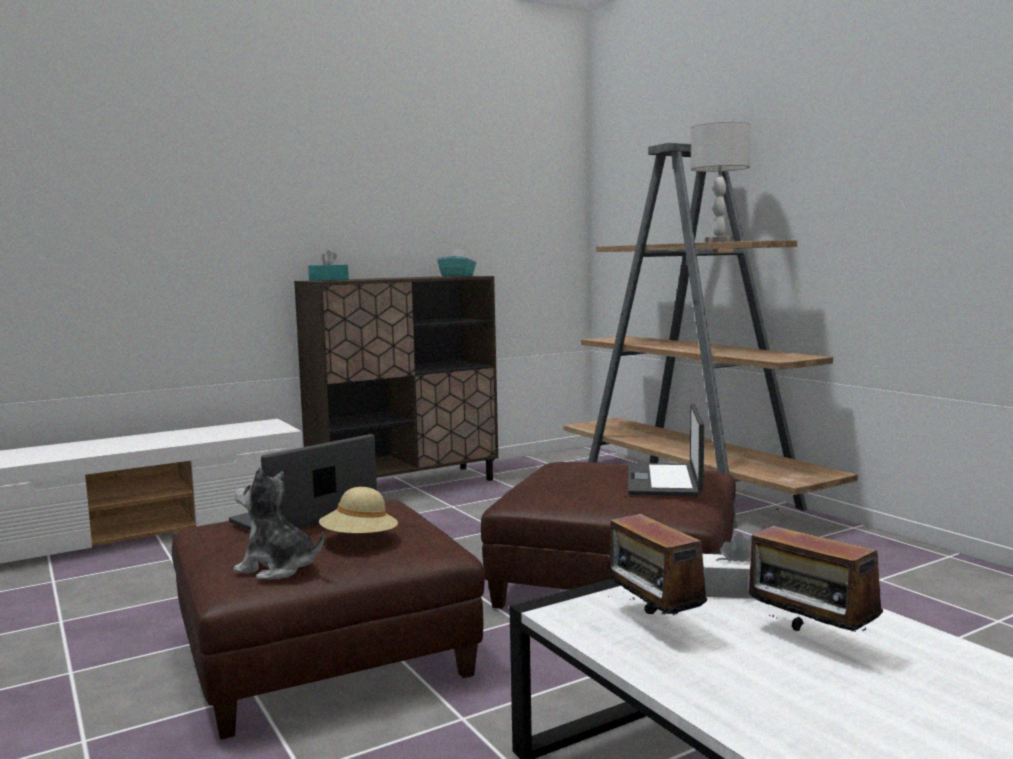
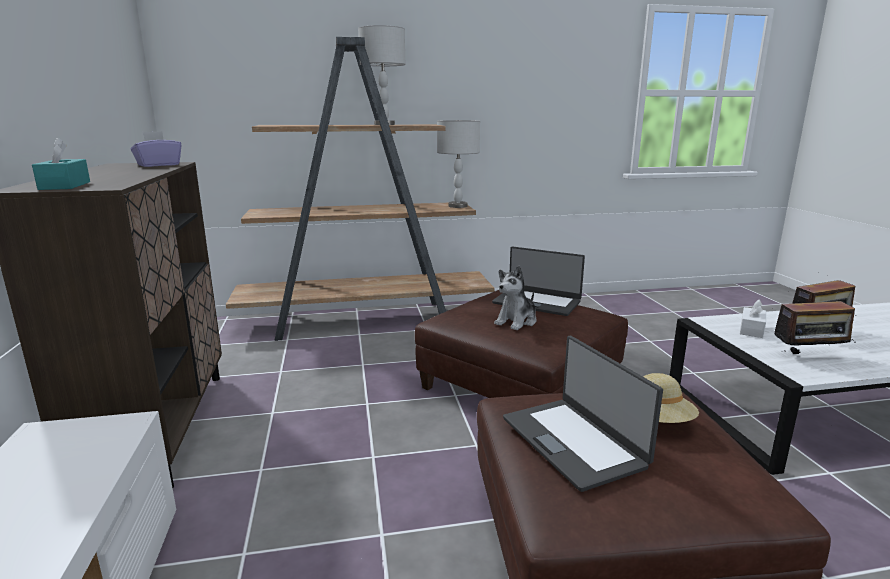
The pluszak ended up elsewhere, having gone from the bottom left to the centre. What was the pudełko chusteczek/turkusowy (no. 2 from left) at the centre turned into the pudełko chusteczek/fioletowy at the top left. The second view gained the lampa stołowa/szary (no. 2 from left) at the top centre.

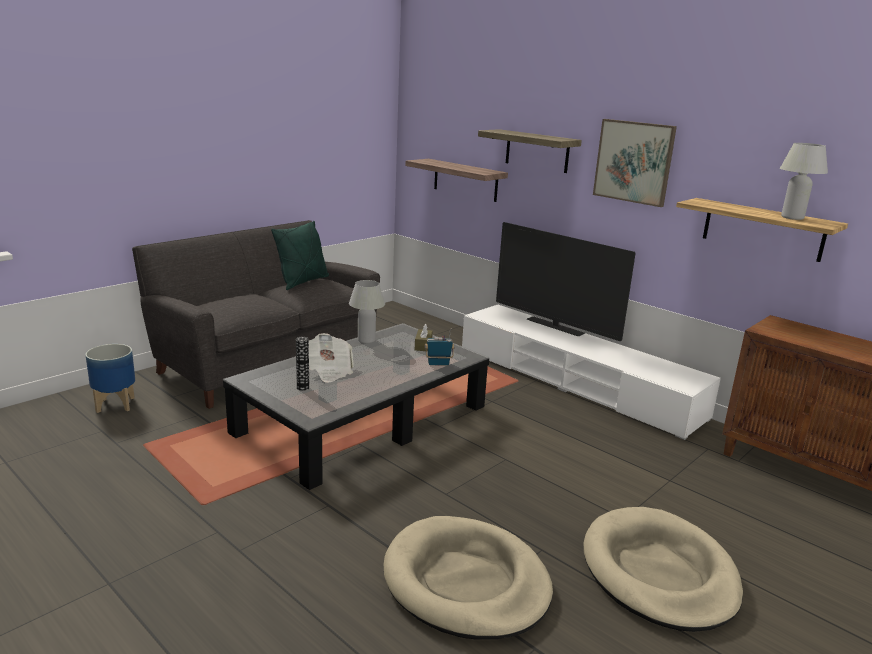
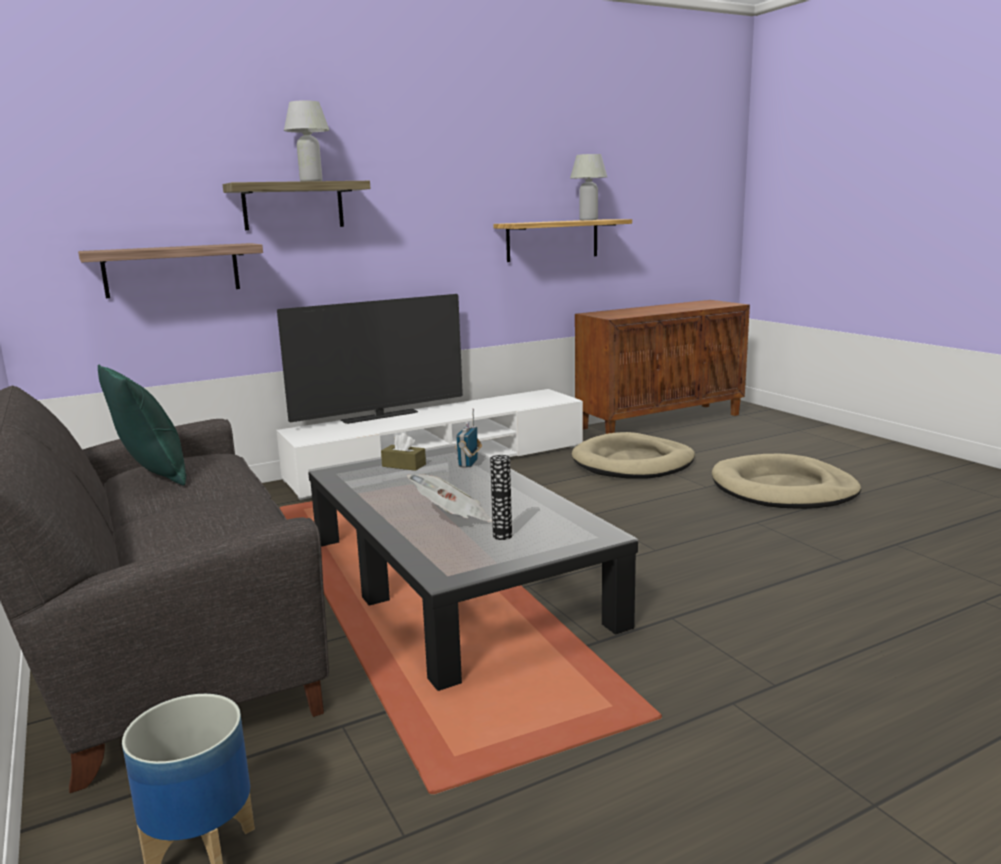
The lampa stołowa/biały (no. 1 from left) ended up elsewhere, having gone from the centre to the top left. The legowisko/beżowy (no. 1 from left) ended up elsewhere, having gone from the bottom centre to the centre. The second view lost the obraz at the top right.

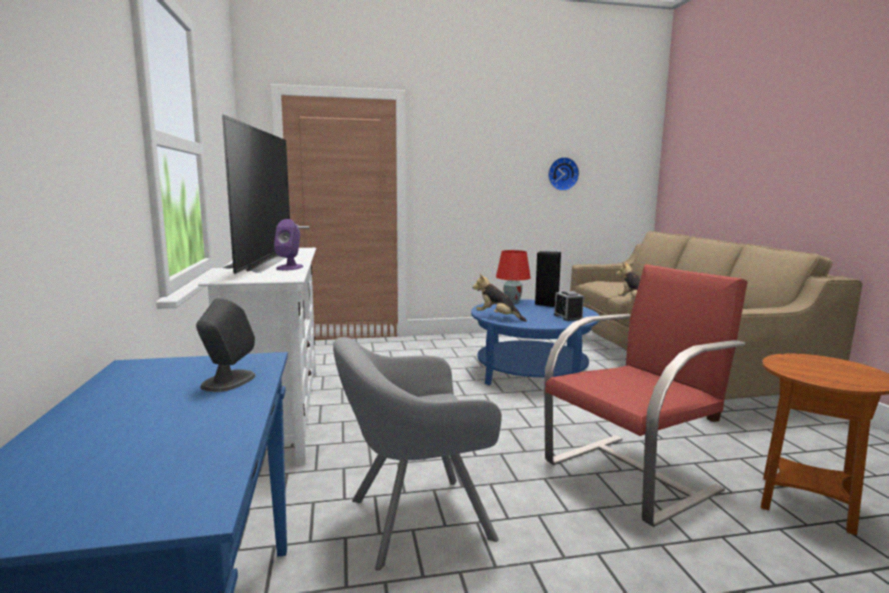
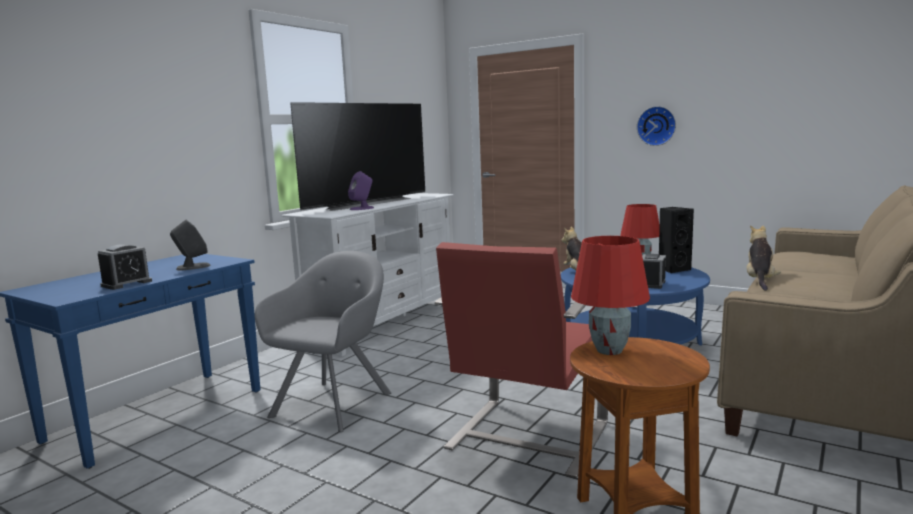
The fotel/szary at the bottom centre ended up facing another way, 90 degrees clockwise from before. The fotel/czerwony at the middle right ended up facing another way, 105 degrees clockwise from before. The zegar ścienny ended up elsewhere, having gone from the top centre to the top right. The second view gained the budzik (no. 1 from left) at the middle left. The second view gained the lampa stołowa/czerwony (no. 1 from left) at the middle right.

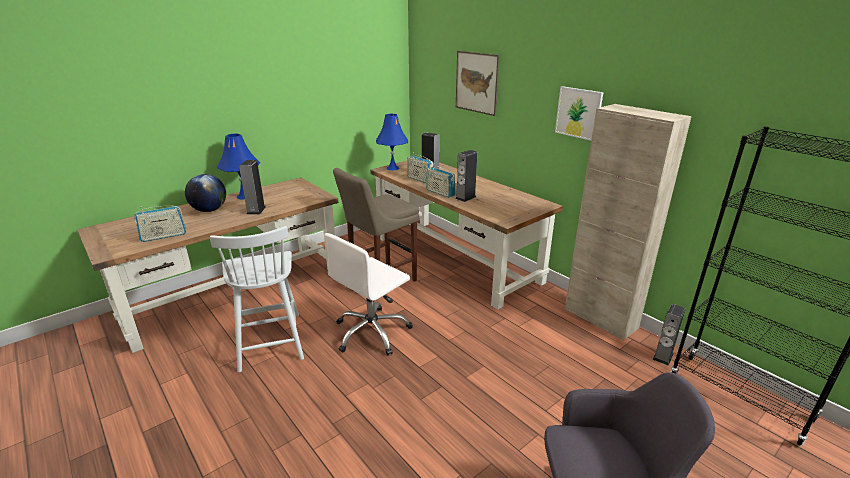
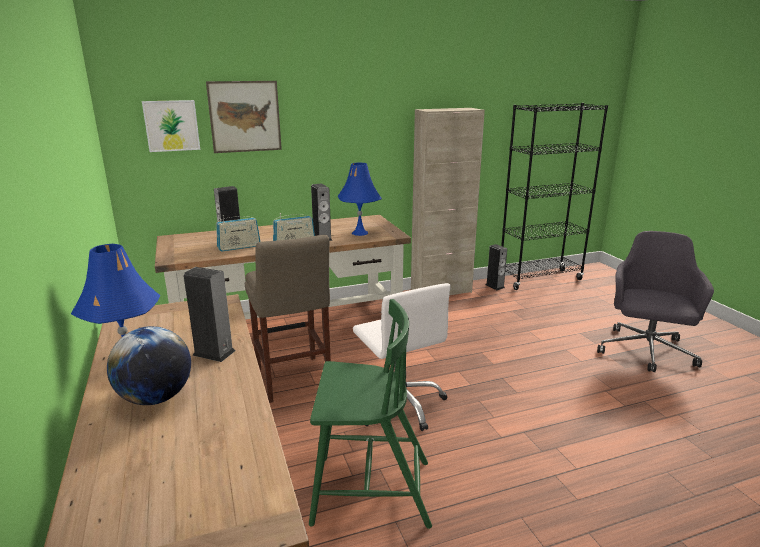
The second view lost the radio (no. 1 from left) at the middle left. What was the krzesło/biały at the middle left turned into the krzesło/zielony at the bottom centre. The lampa stołowa/niebieski (no. 2 from left) ended up elsewhere, having gone from the top centre to the centre. The obraz (no. 2 from left in the first image) ended up elsewhere, having gone from the top right to the top left.

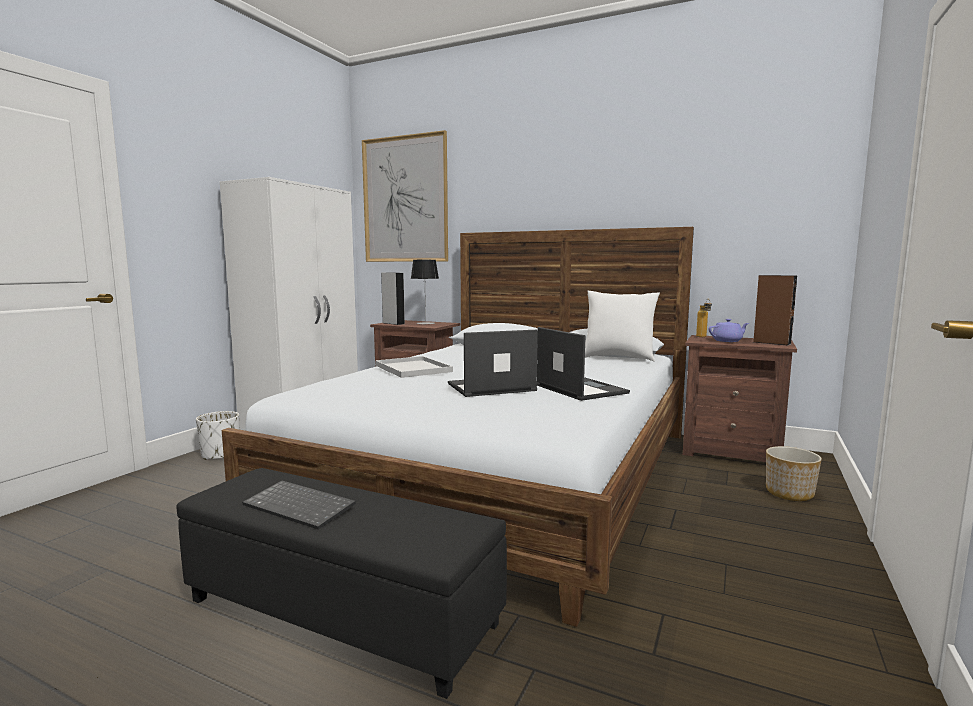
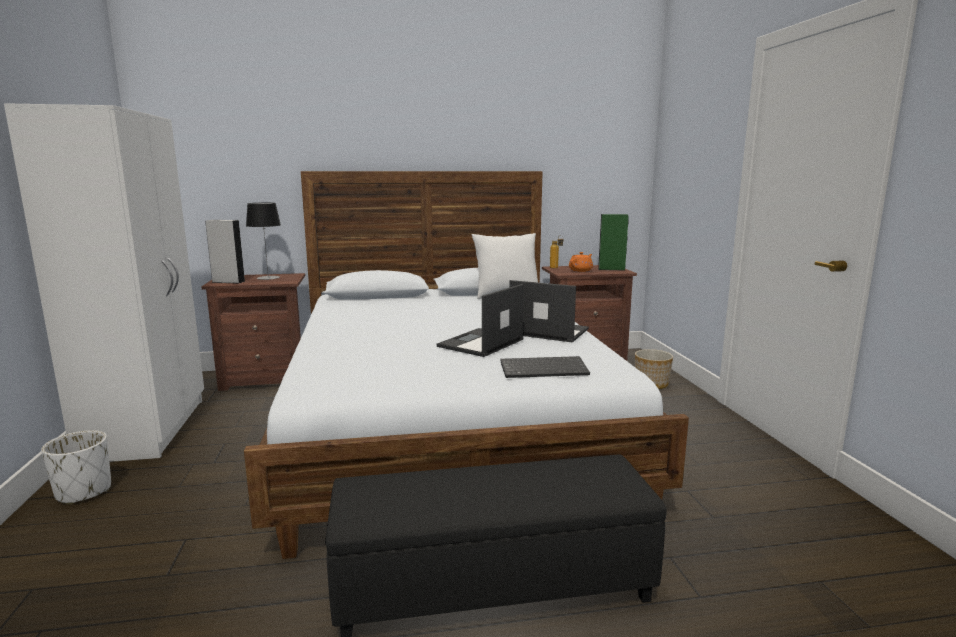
The klawiatura ended up elsewhere, having gone from the bottom left to the centre. The second view lost the obraz at the top centre. The second view lost the taca/biały at the centre. What was the imbryk/fioletowy at the middle right turned into the imbryk/pomarańczowy at the centre. What was the głośnik/brązowy at the middle right turned into the głośnik/zielony at the centre.

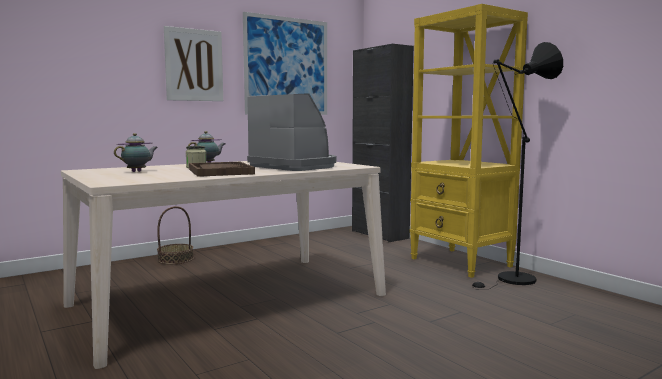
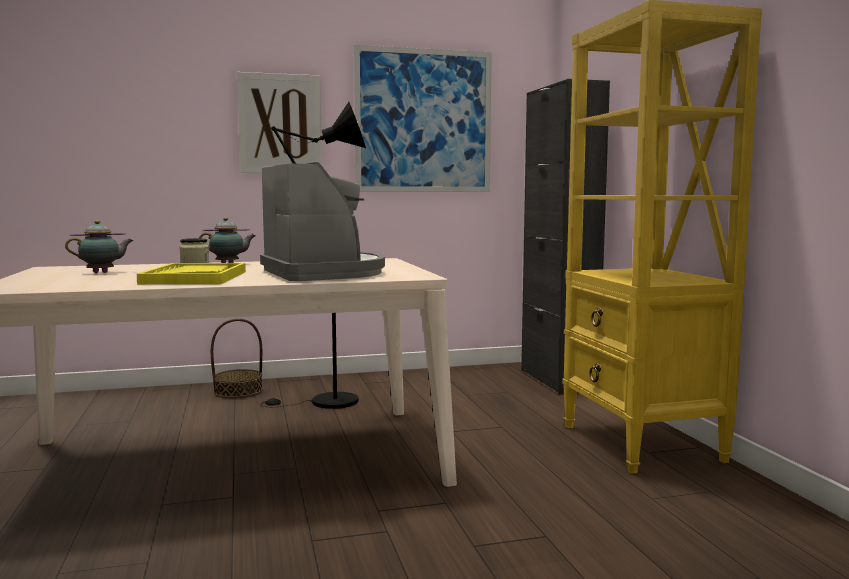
What was the taca/brązowy at the centre turned into the taca/żółty at the middle left. The lampa stojąca/czarny ended up elsewhere, having gone from the middle right to the centre.

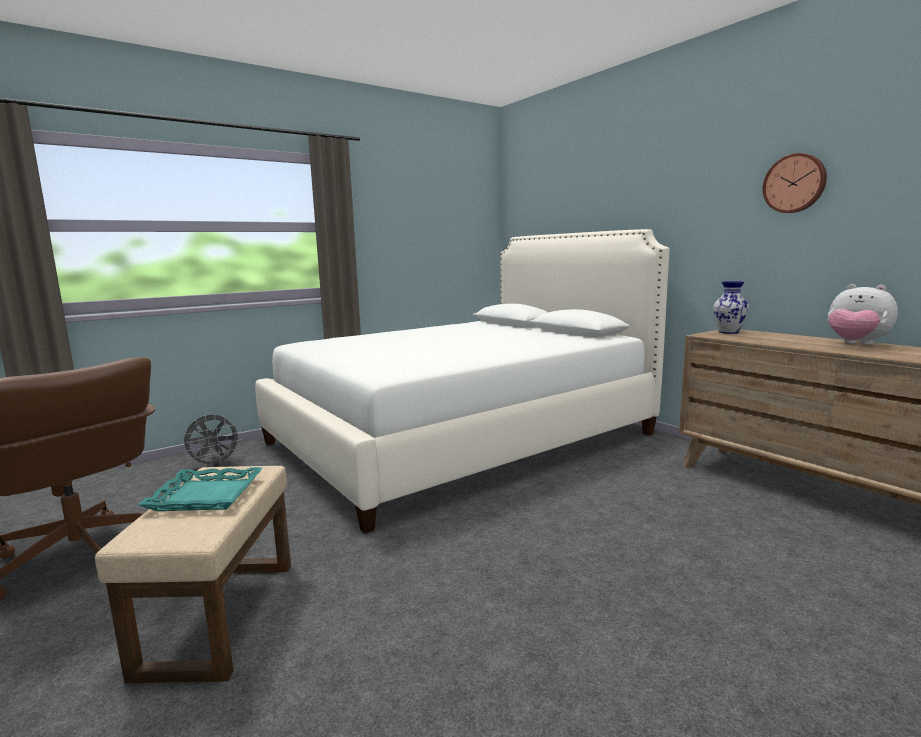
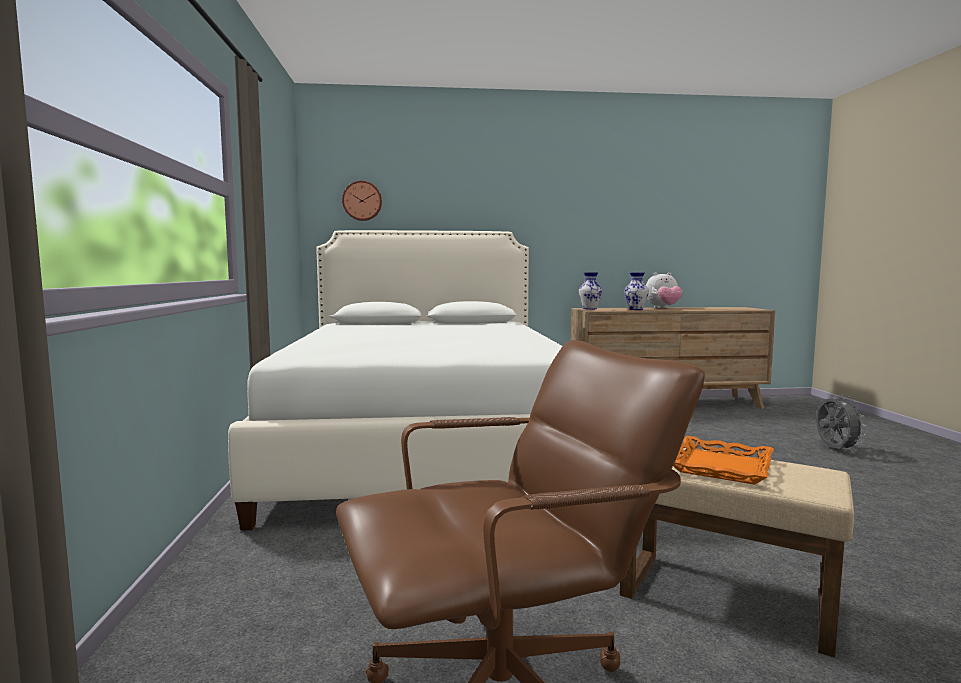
What was the taca/turkusowy at the middle left turned into the taca/pomarańczowy at the bottom right. The wentylator/szary ended up elsewhere, having gone from the middle left to the middle right. The zegar ścienny ended up elsewhere, having gone from the top right to the top centre. The second view gained the wazon (no. 2 from left) at the centre.

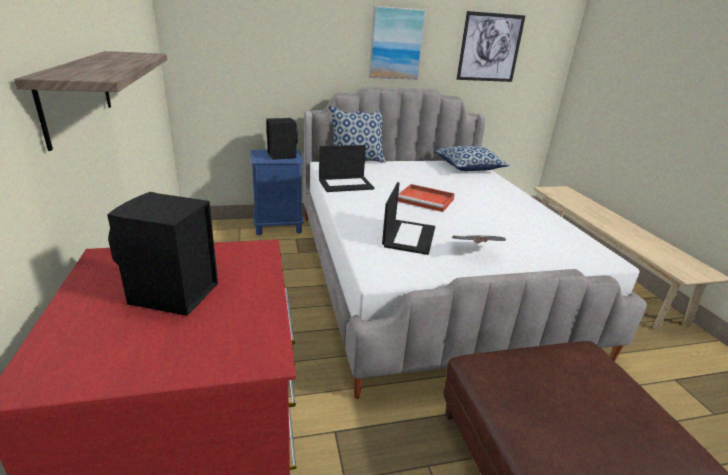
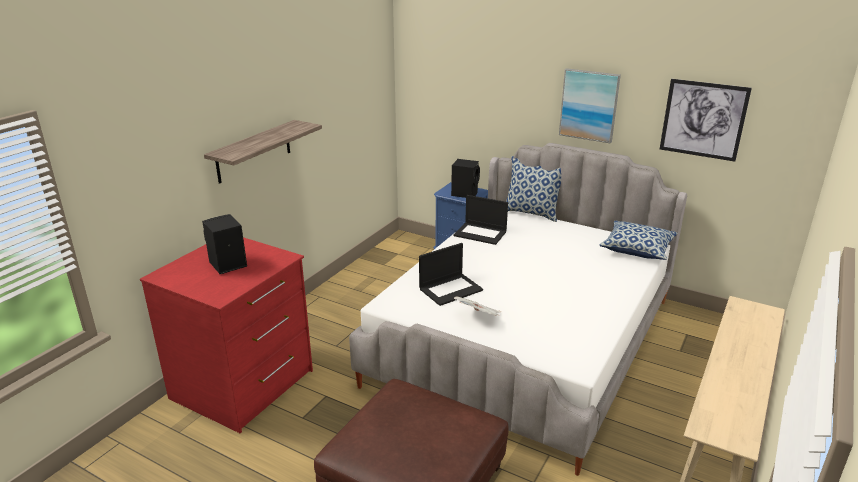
The second view lost the taca/czerwony at the centre.

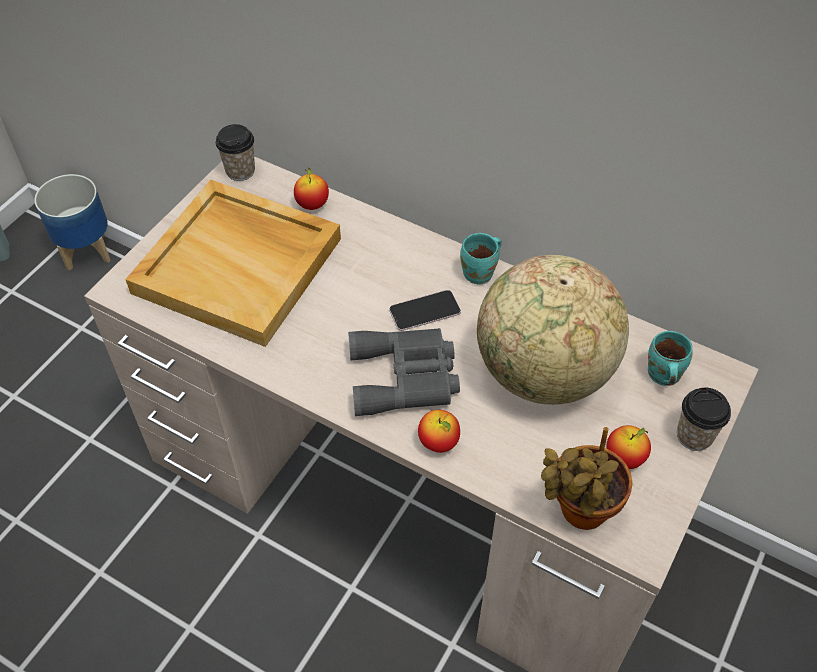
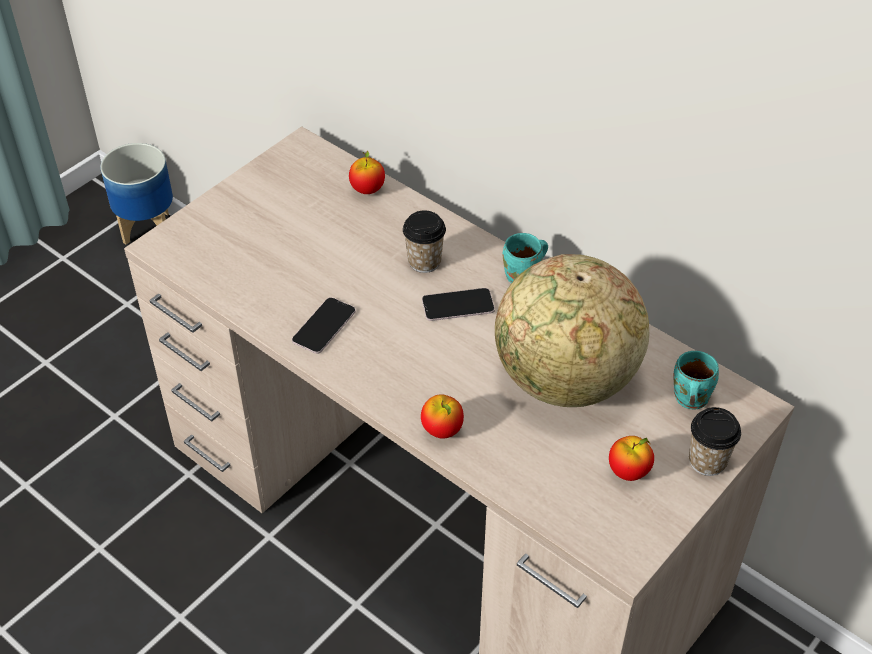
The second view lost the taca/beżowy at the middle left. The filiżanka (no. 1 from left) ended up elsewhere, having gone from the top left to the centre. The second view lost the lornetka/szary at the centre. The second view lost the roślina doniczkowa at the bottom right. The second view gained the telefon (no. 1 from left) at the centre.

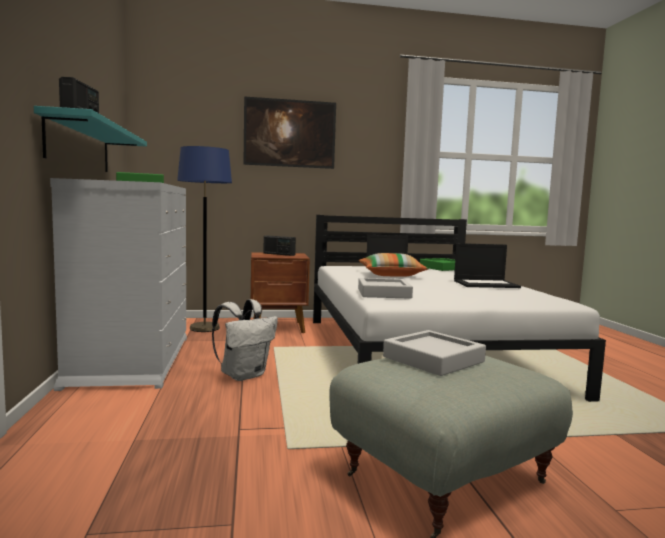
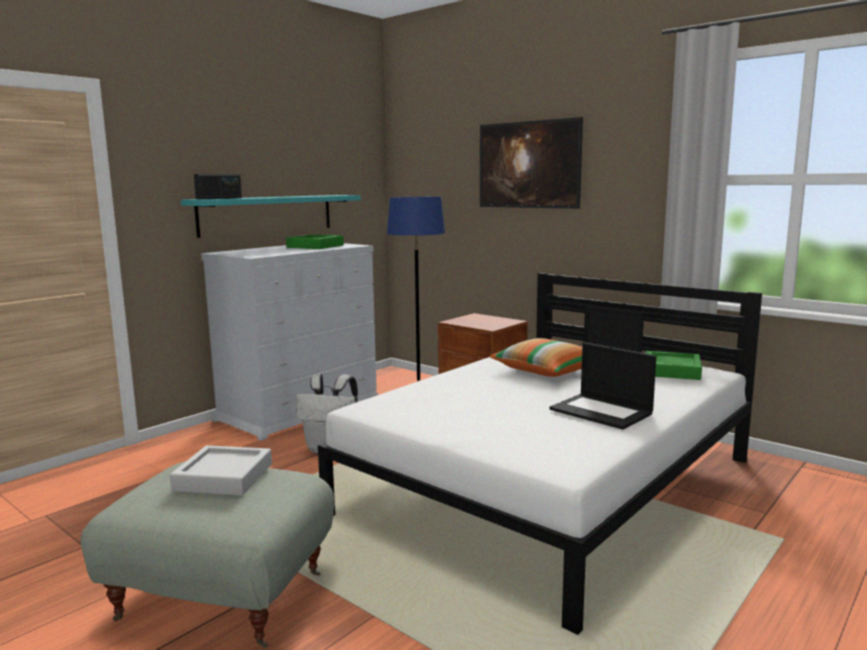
The second view lost the radio (no. 2 from left) at the centre. The second view lost the taca/szary (no. 1 from left) at the centre.

